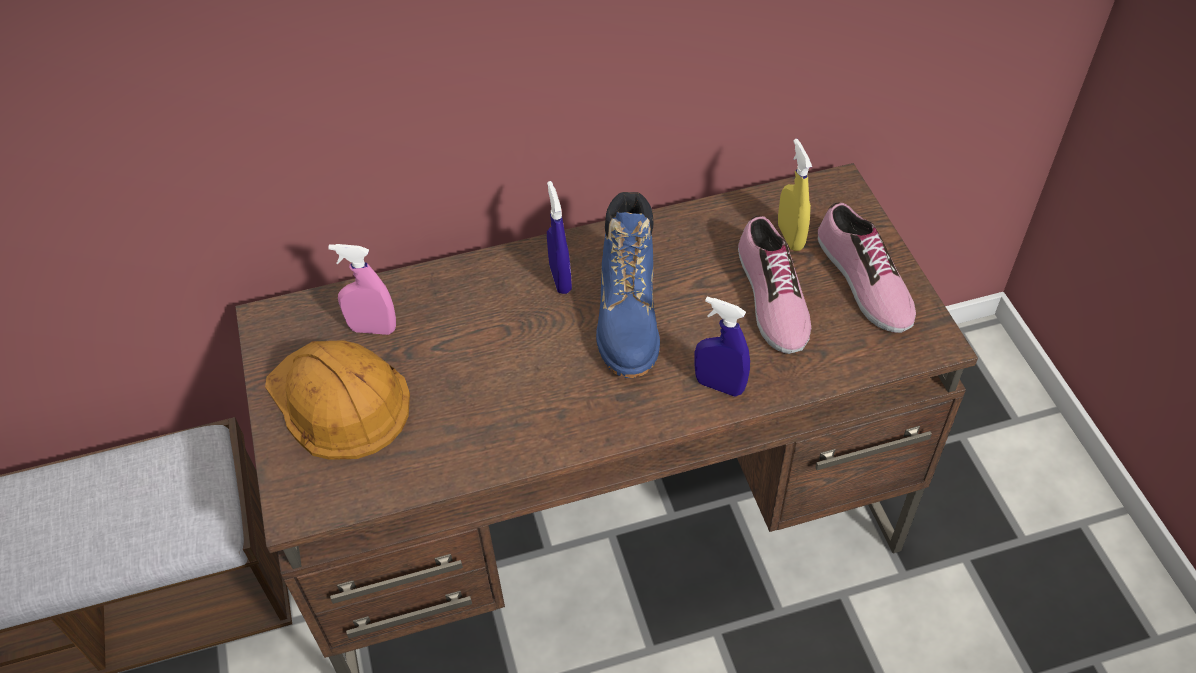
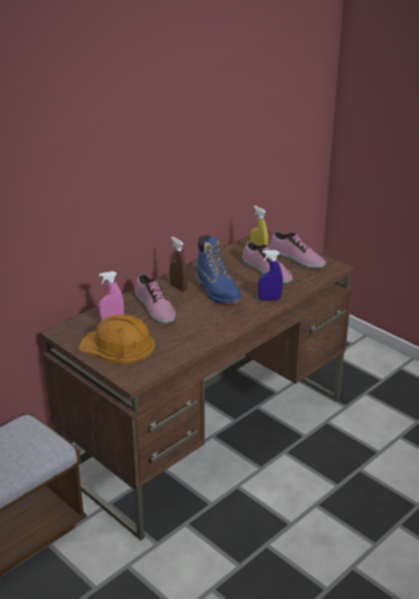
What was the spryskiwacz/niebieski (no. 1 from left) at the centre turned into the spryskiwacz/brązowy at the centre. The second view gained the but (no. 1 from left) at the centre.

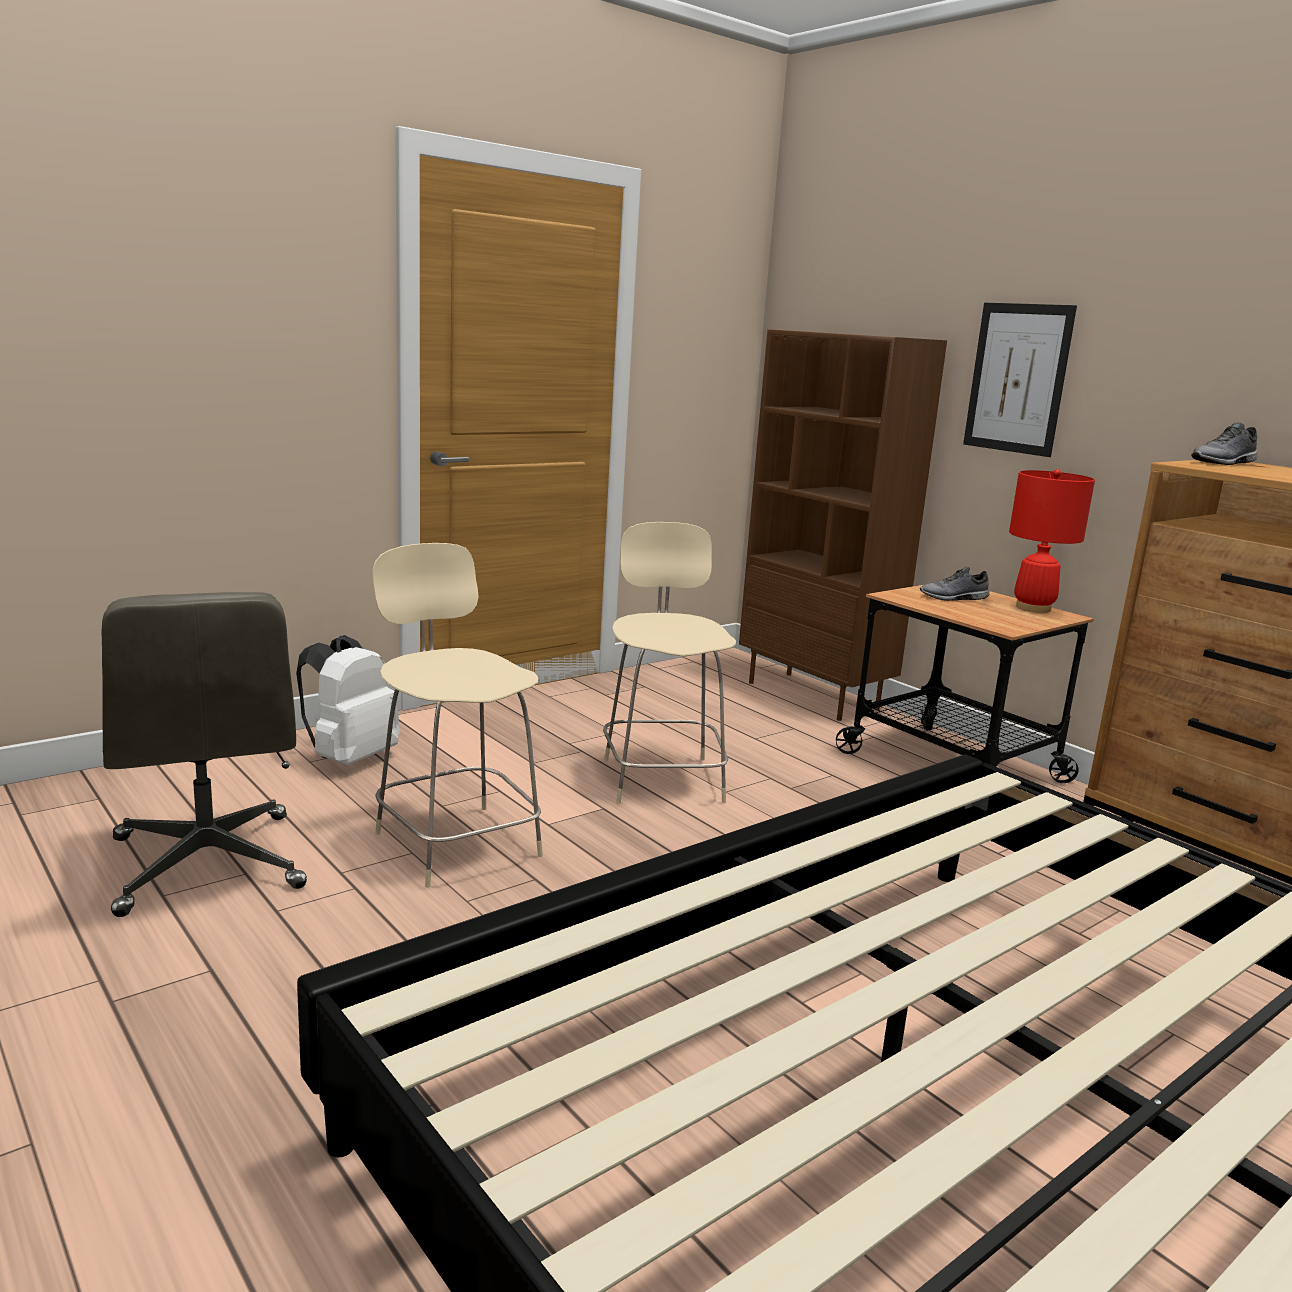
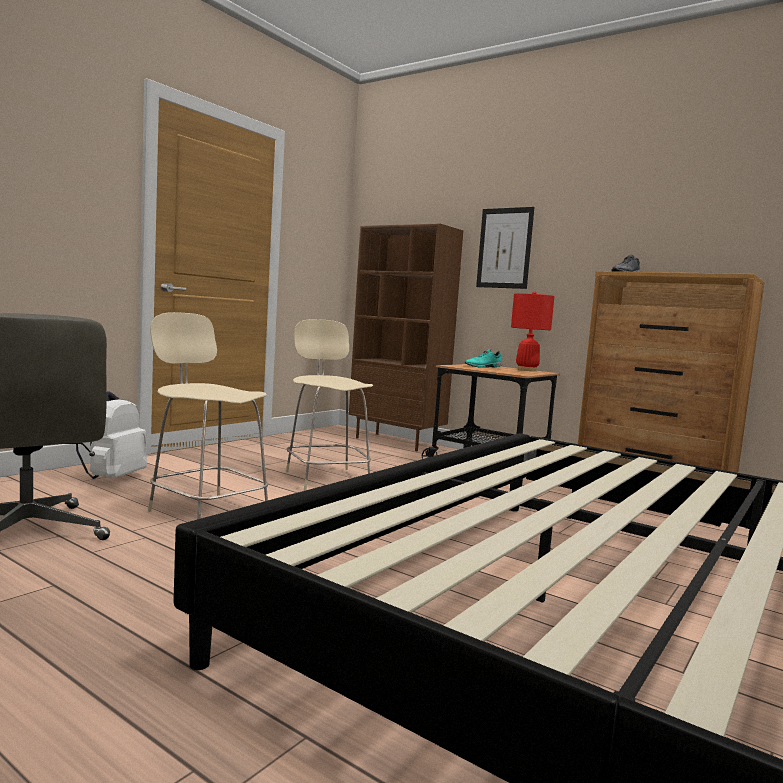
What was the but/szary (no. 1 from left) at the middle right turned into the but/turkusowy at the centre.

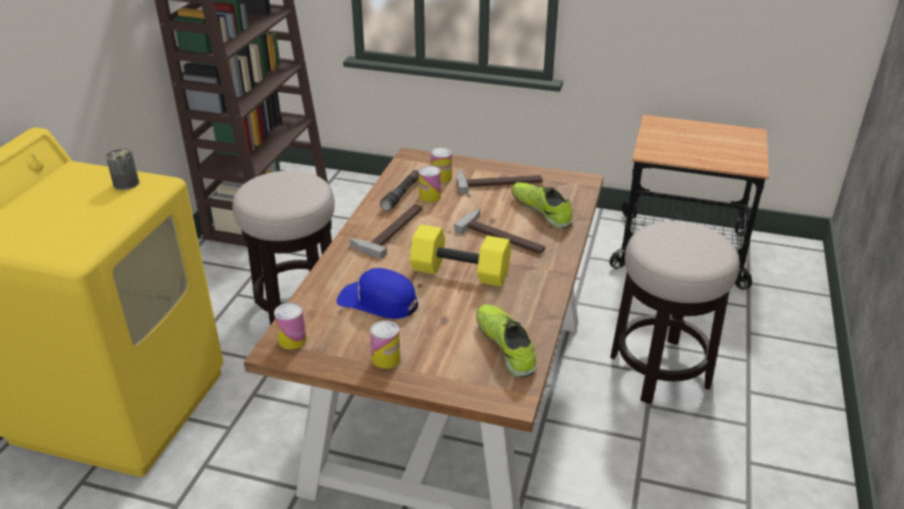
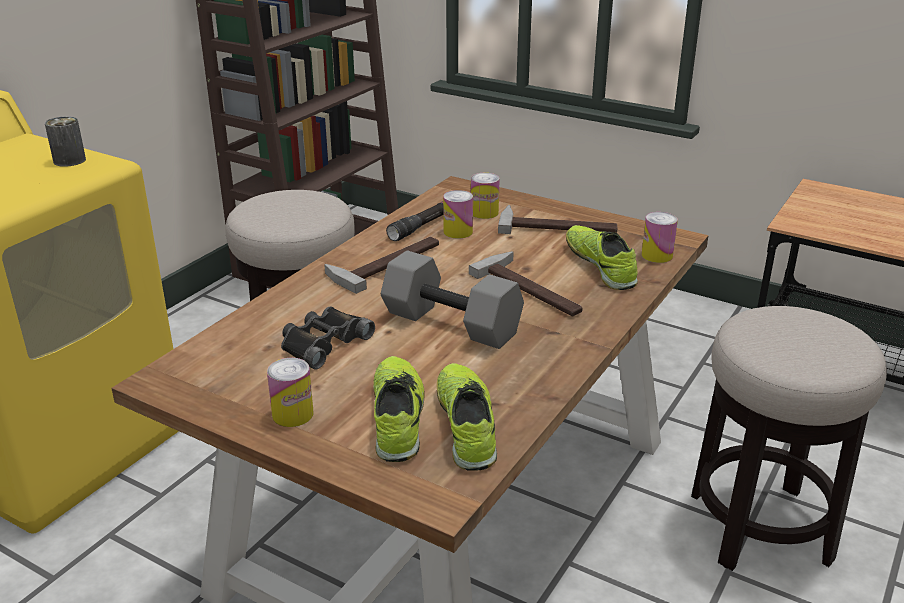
The puszka (no. 2 from left in the first image) ended up elsewhere, having gone from the middle left to the middle right. Where the czapka z daszkiem/niebieski stood at the centre, the lornetka/czarny came to stand at the centre. What was the hantel/żółty at the centre turned into the hantel/szary at the centre. The second view gained the but (no. 1 from left) at the bottom centre.

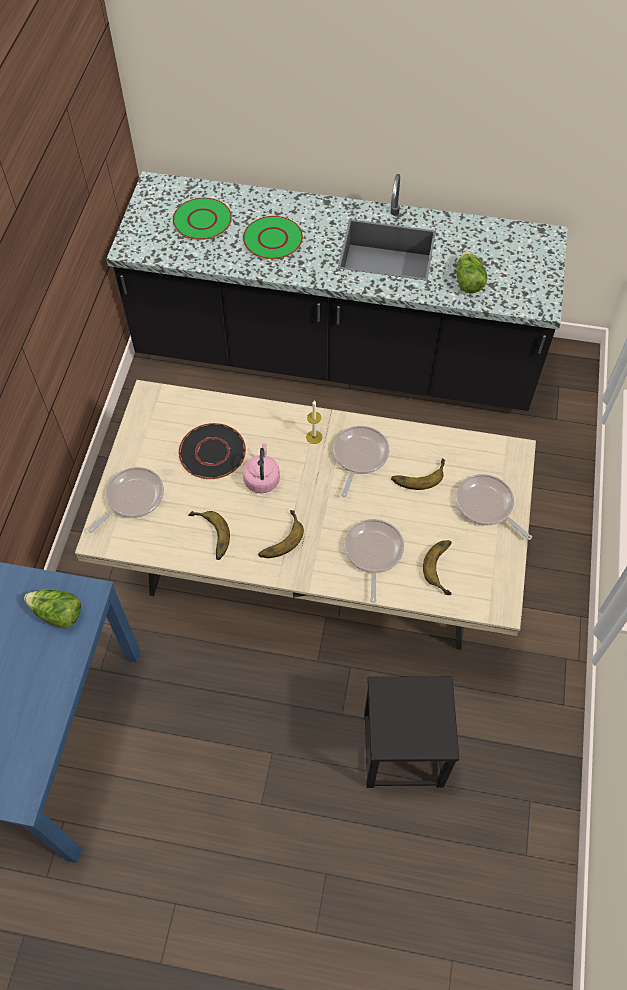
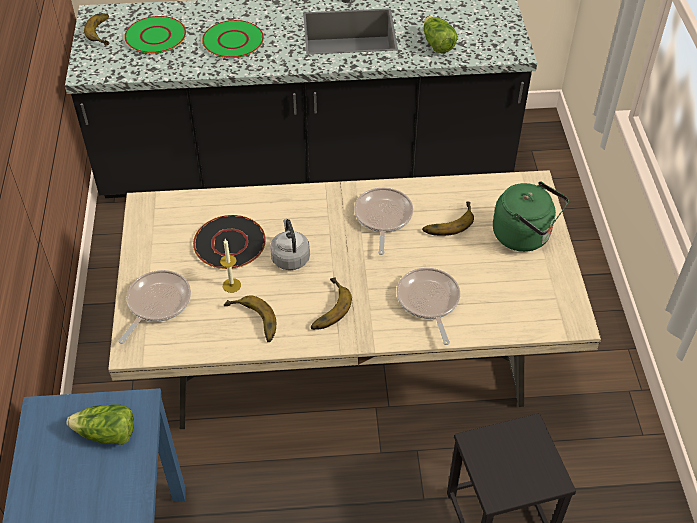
What was the czajnik/różowy at the centre turned into the czajnik/szary at the centre. The świeca ended up elsewhere, having gone from the centre to the middle left. The banan (no. 4 from left in the first image) ended up elsewhere, having gone from the middle right to the top left. Where the patelnia (no. 4 from left) stood at the middle right, the czajnik/zielony came to stand at the middle right.

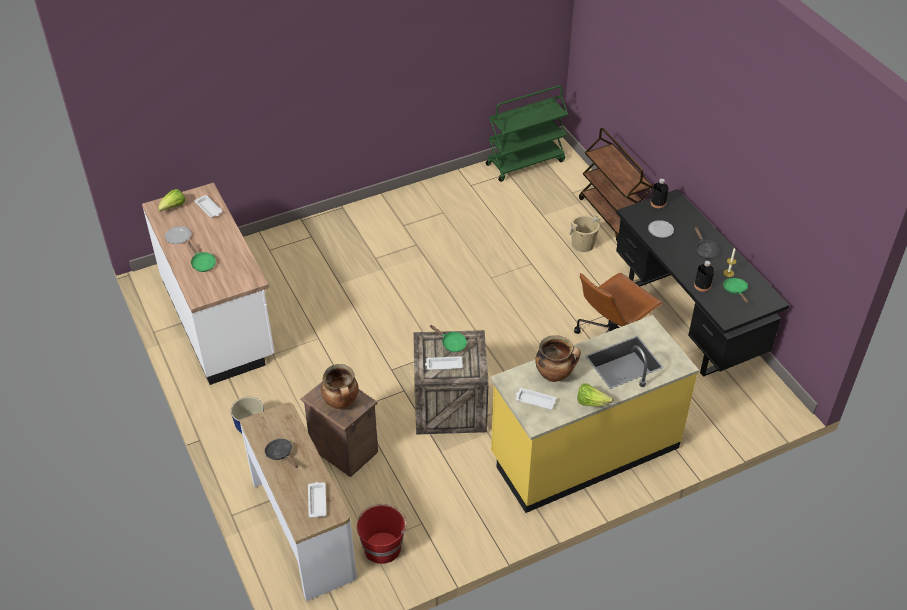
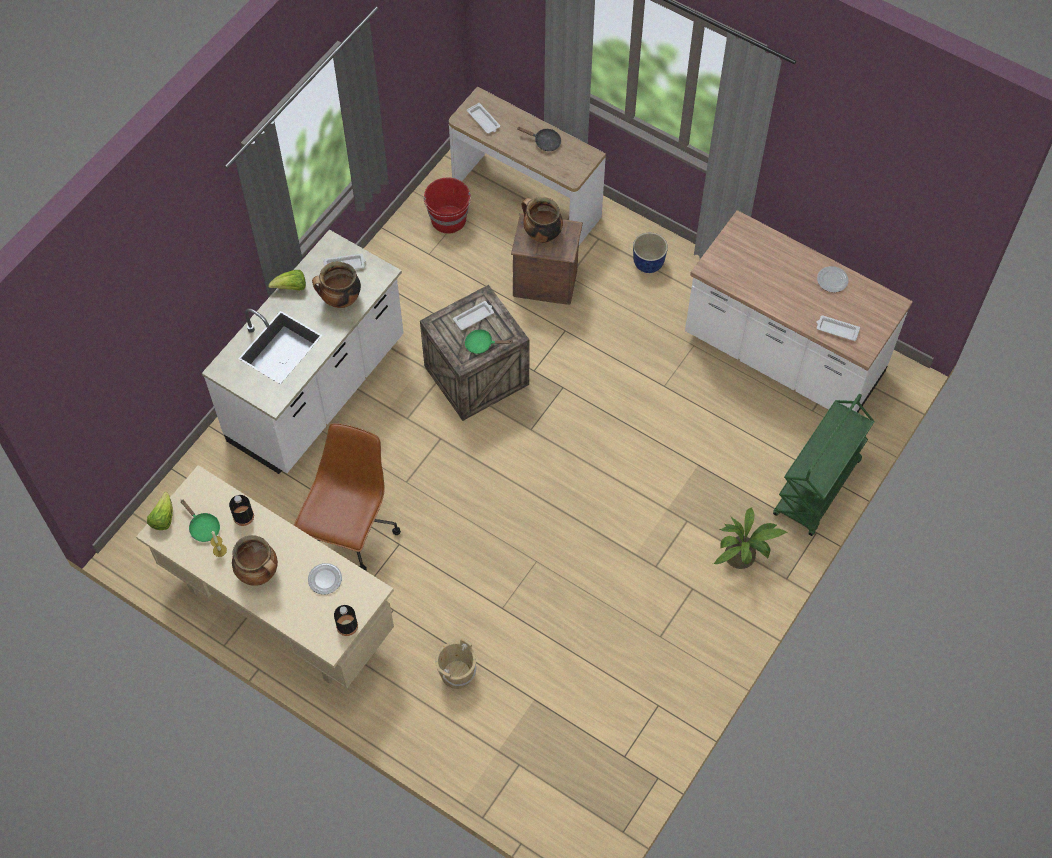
The sałata (no. 1 from left) ended up elsewhere, having gone from the top left to the middle left. The second view lost the patelnia/zielony (no. 1 from left) at the middle left. The wózek/zielony ended up elsewhere, having gone from the top centre to the middle right. What was the zabudowa kuchenna/żółty at the bottom centre turned into the zabudowa kuchenna/biały (no. 1 from left) at the middle left. The second view lost the wózek/brązowy at the top right. What was the biurko/czarny at the middle right turned into the biurko/beżowy at the bottom left. Where the patelnia/czarny (no. 2 from left) stood at the middle right, the garnek (no. 1 from left) came to stand at the middle left. The second view gained the roślina doniczkowa at the middle right.

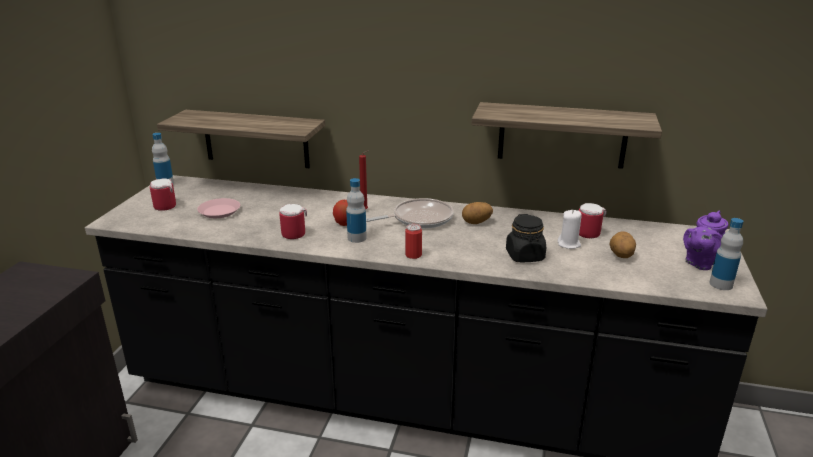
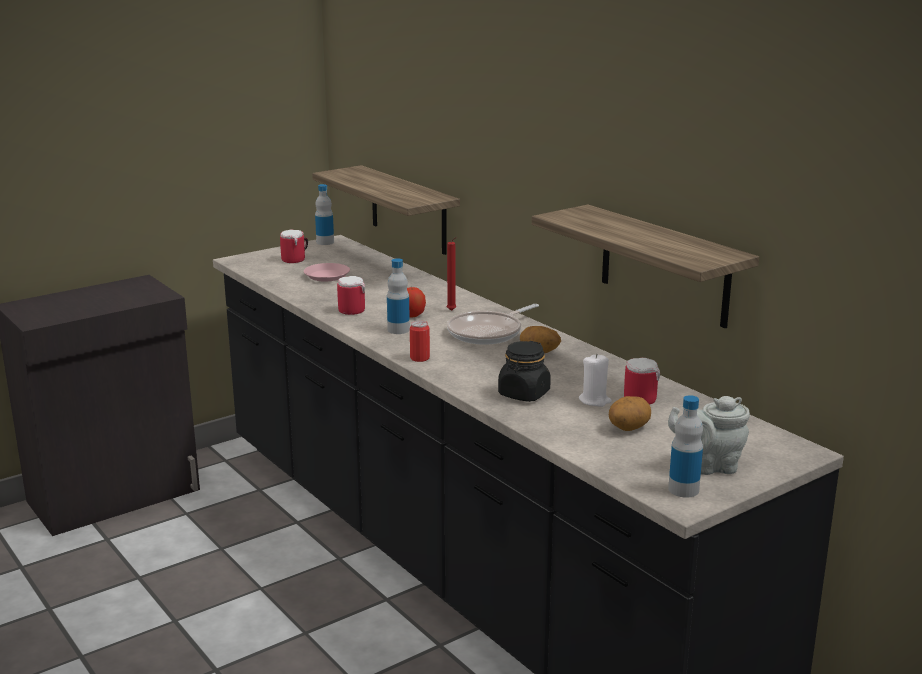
The patelnia at the centre ended up facing another way, 120 degrees clockwise from before. What was the imbryk/fioletowy at the middle right turned into the imbryk/szary at the middle right.

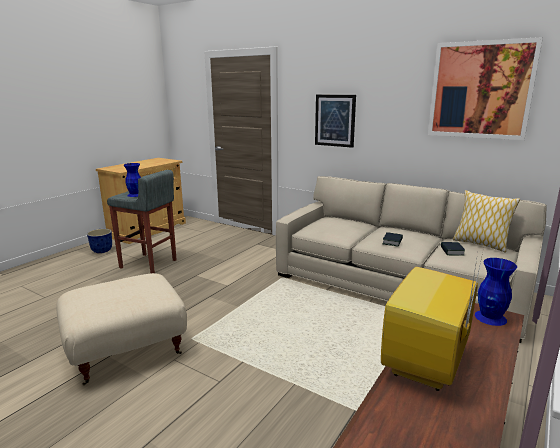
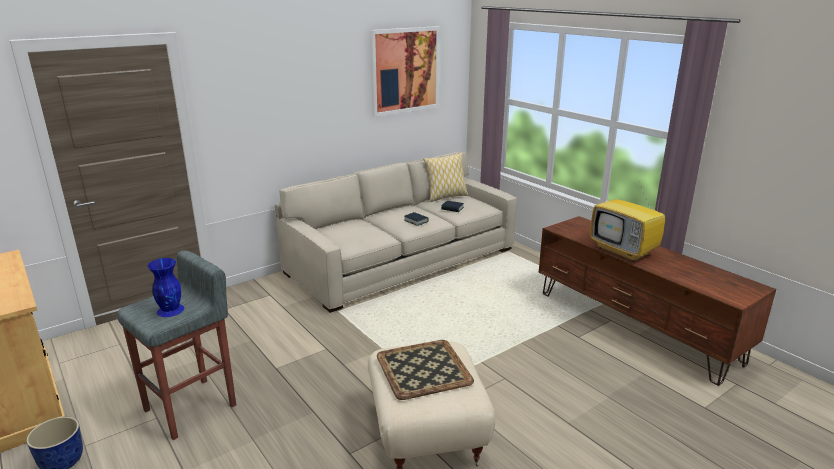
The second view lost the obraz (no. 1 from left) at the top centre. The second view lost the wazon/niebieski (no. 2 from left) at the middle right. The second view gained the taca at the bottom centre.

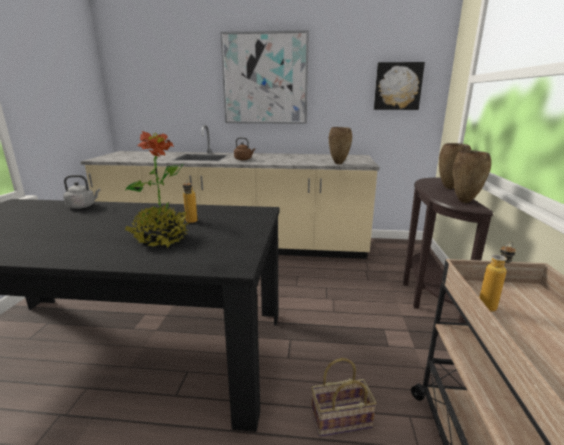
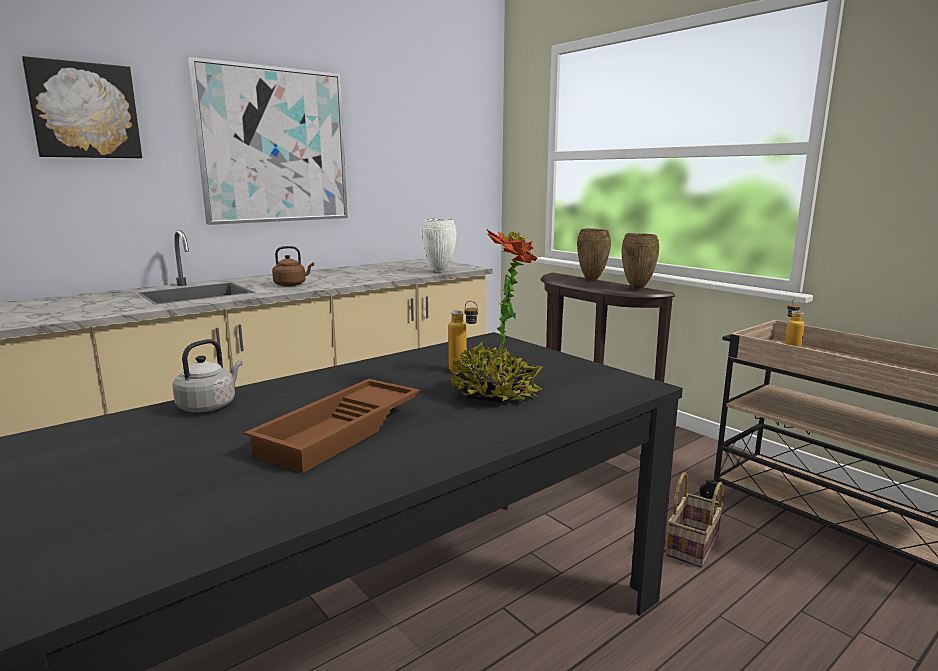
What was the wazon/brązowy (no. 1 from left) at the top centre turned into the wazon/biały at the centre. The obraz (no. 2 from left in the first image) ended up elsewhere, having gone from the top right to the top left. The second view gained the taca/brązowy at the centre.

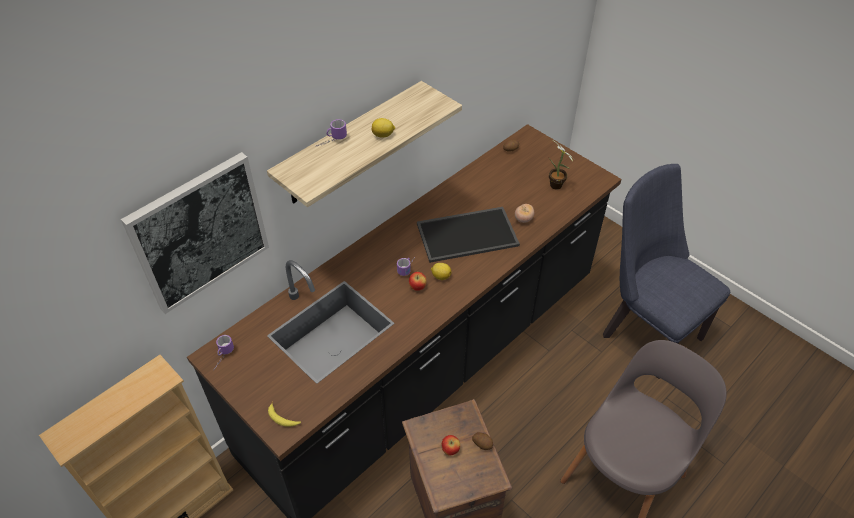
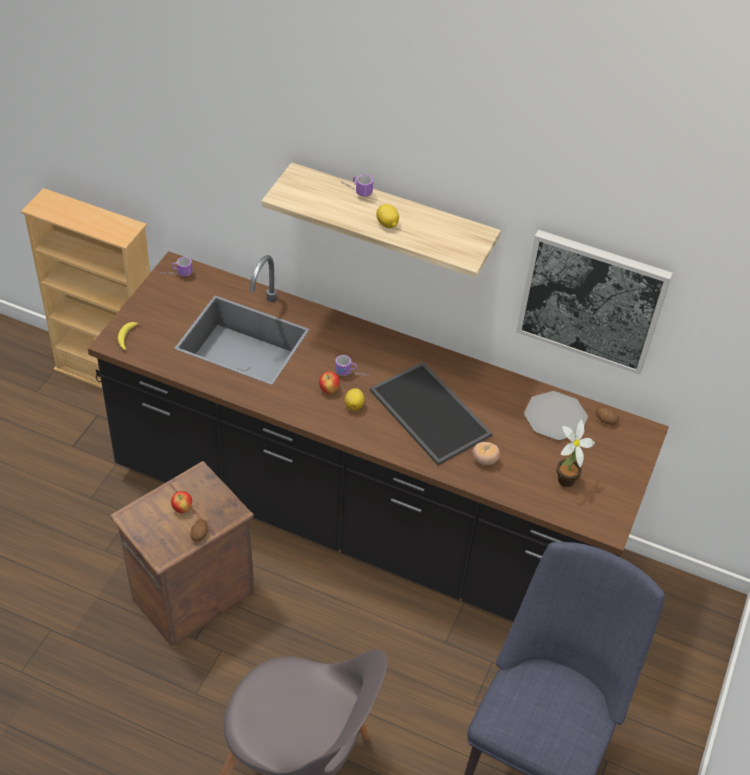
The obraz ended up elsewhere, having gone from the middle left to the middle right. The second view gained the talerz at the middle right.

